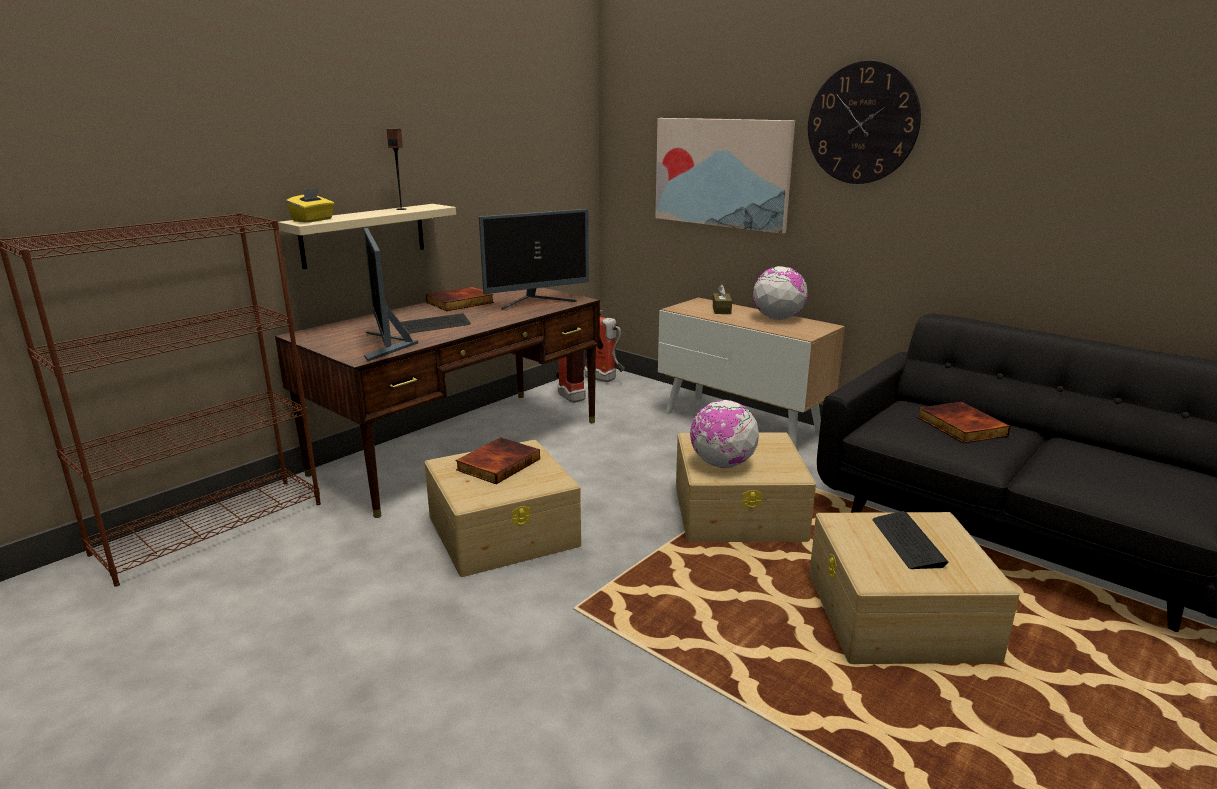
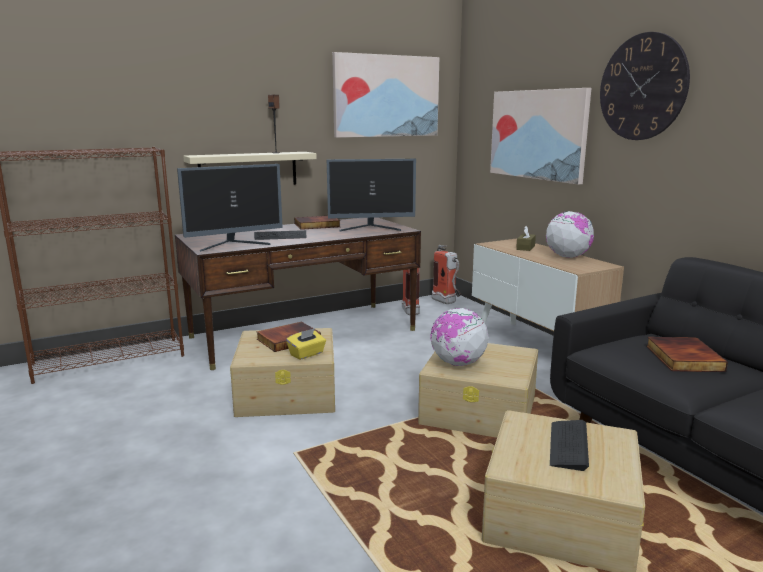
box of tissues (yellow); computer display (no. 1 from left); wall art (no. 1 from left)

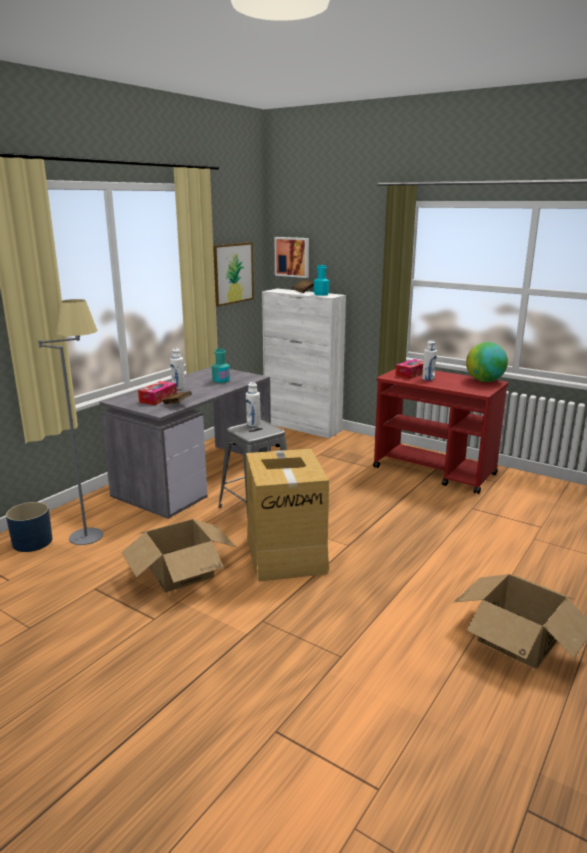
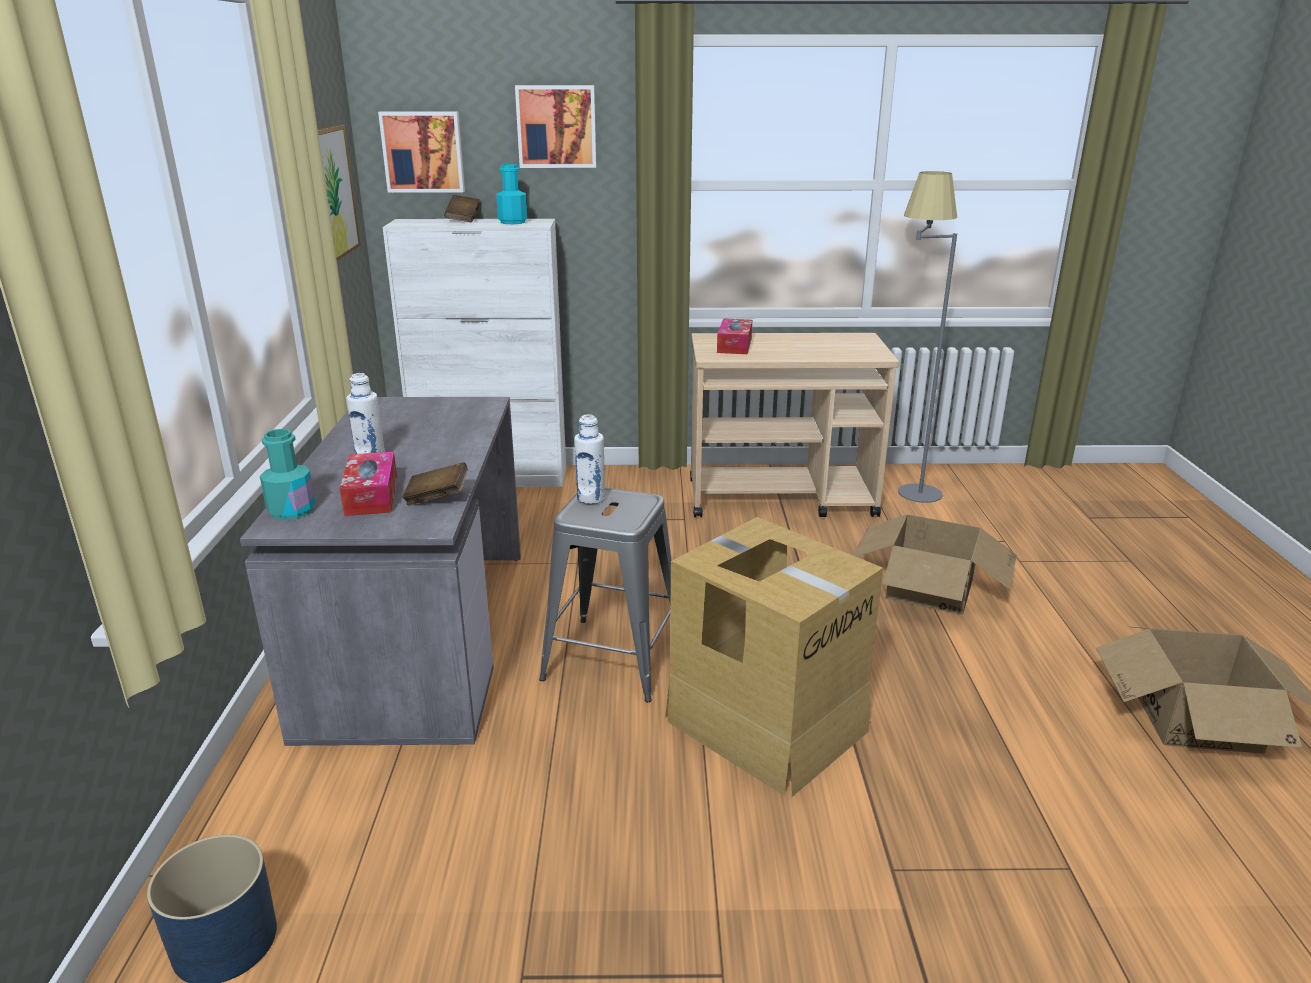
standing lamp (grey); bottle (whitish) (no. 3 from left in the first image); world globe; bottle (turquoise) (no. 1 from left); wheeled cart (beige-coloured); cardboard box (no. 2 from left); wall art (no. 3 from left)

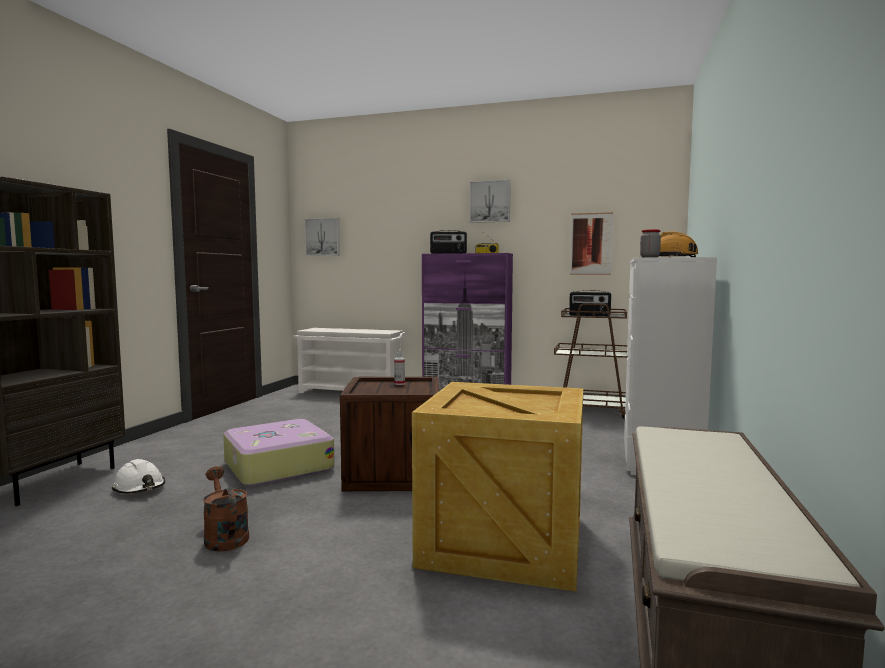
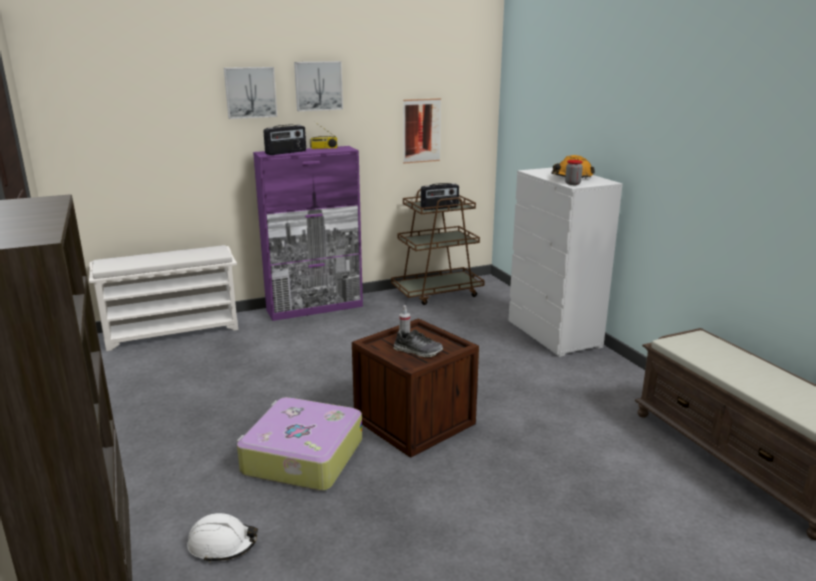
wall art (no. 1 from left); packing crate (no. 2 from left in the first image); sprinkling can (brown); item of footwear

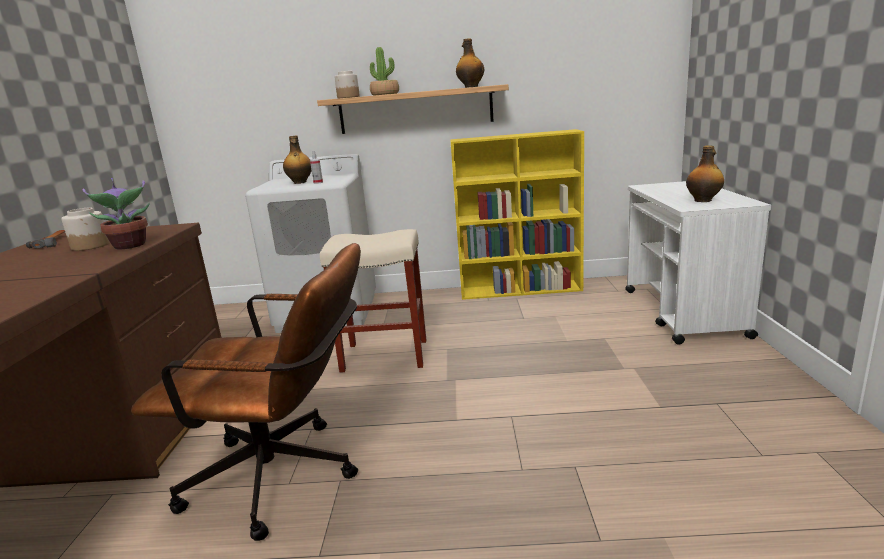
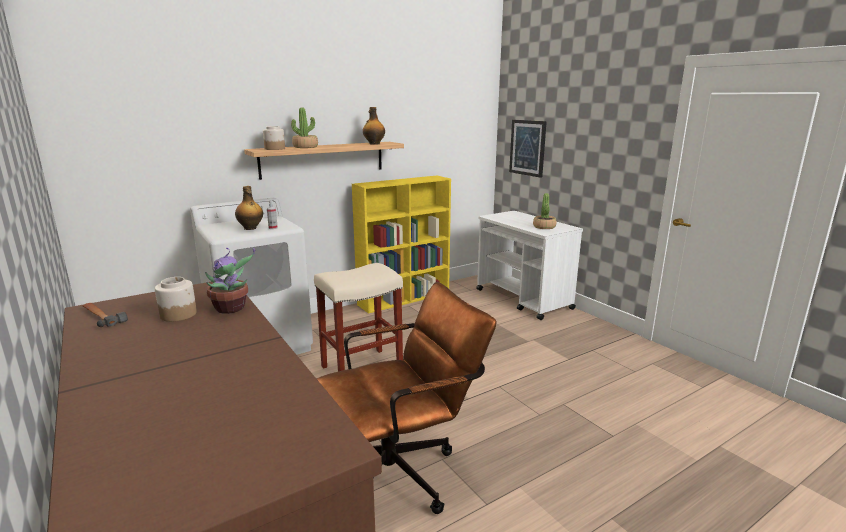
plant in a pot (no. 3 from left); wall art

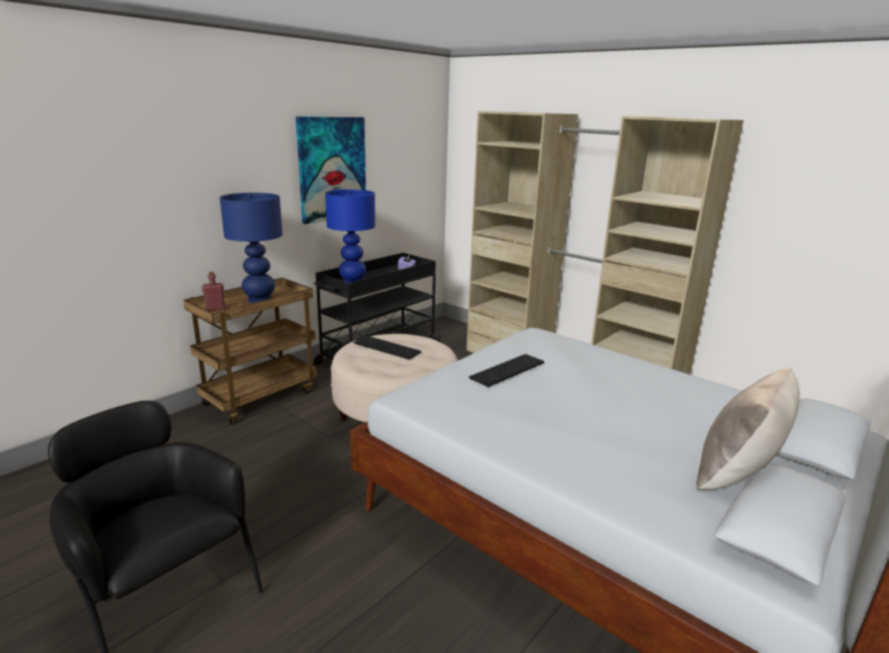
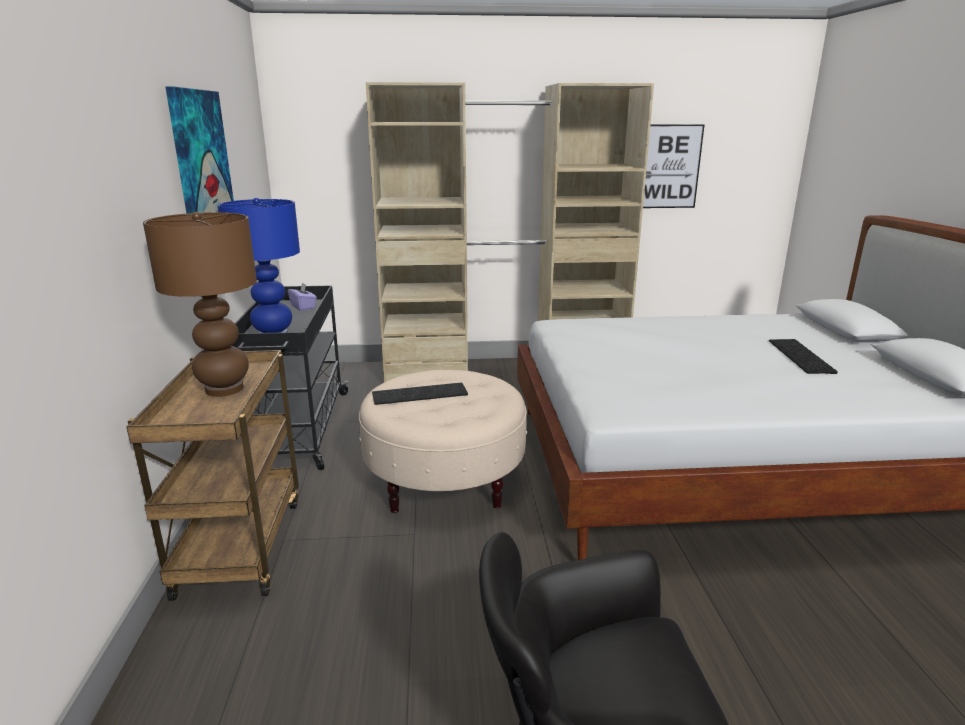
lamp for a table (brown); bottle (red); keyboard (no. 2 from left); throw pillow (beige-coloured); wall art (no. 2 from left)

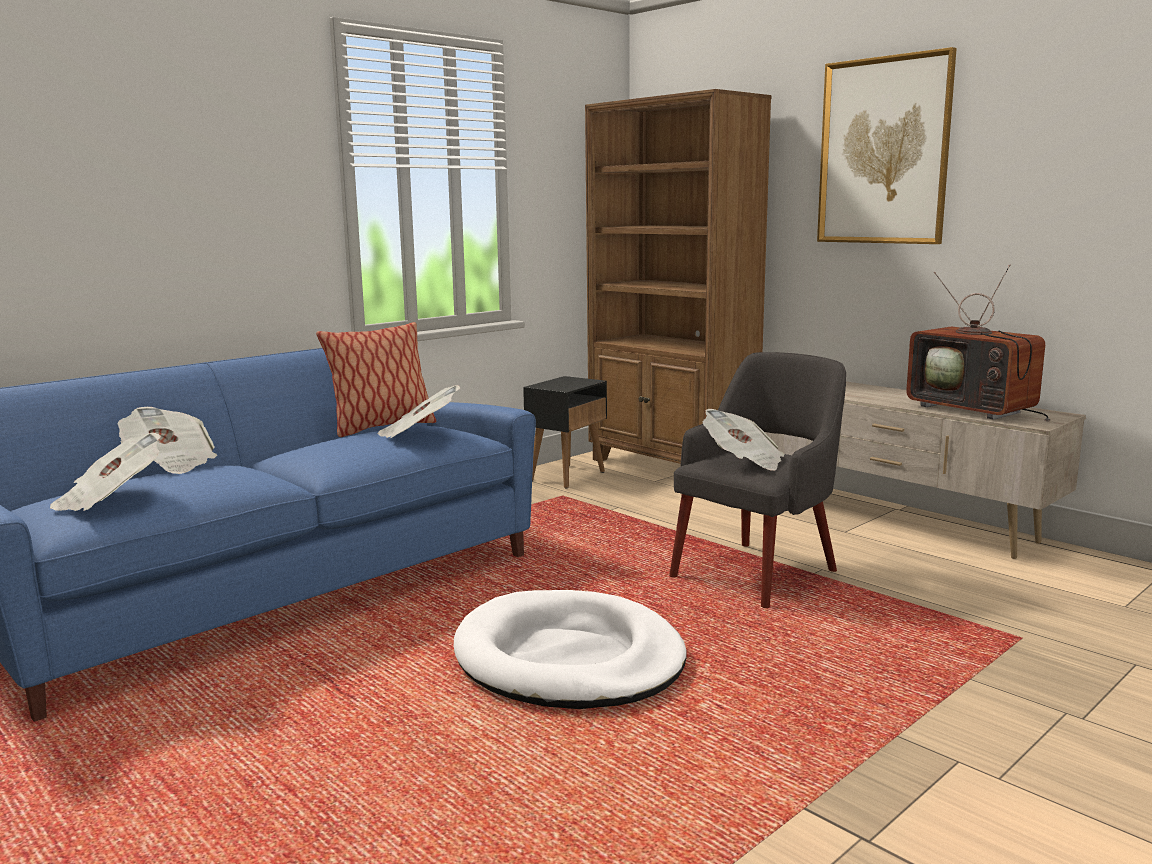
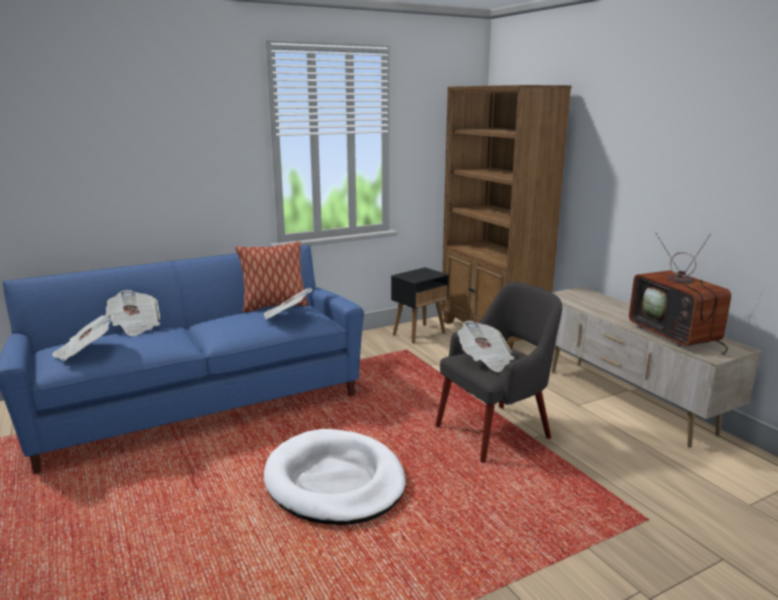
wall art

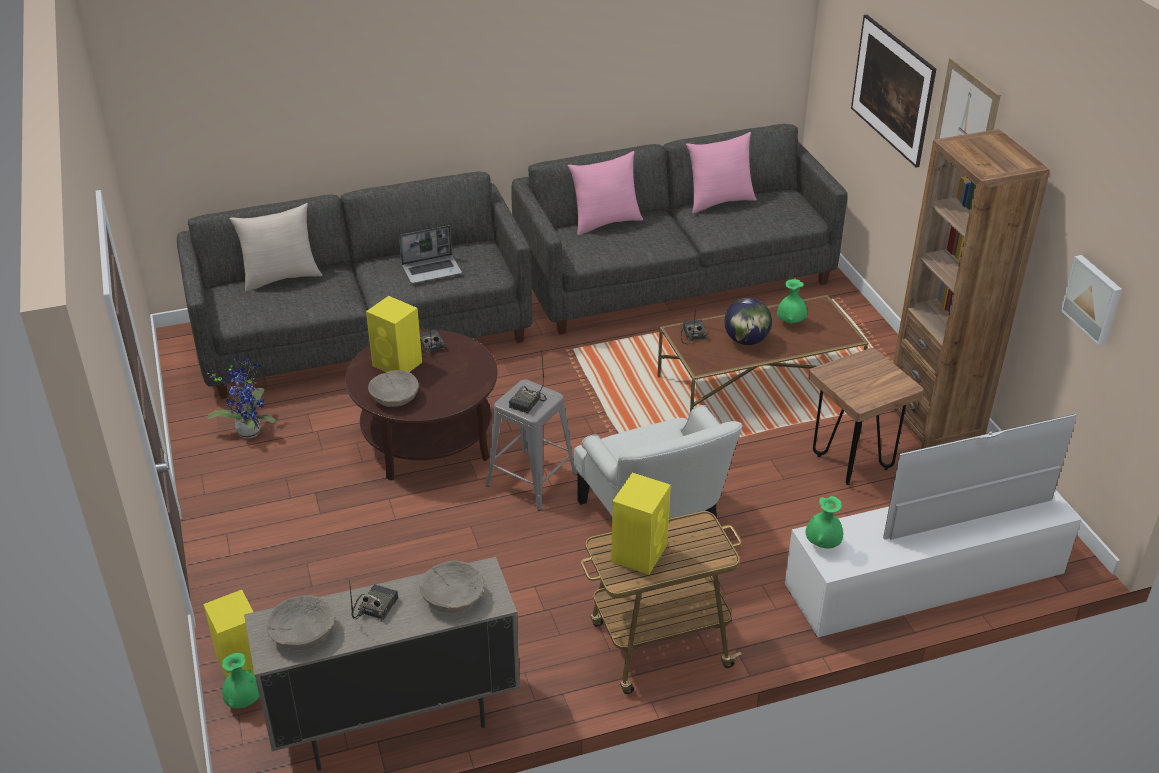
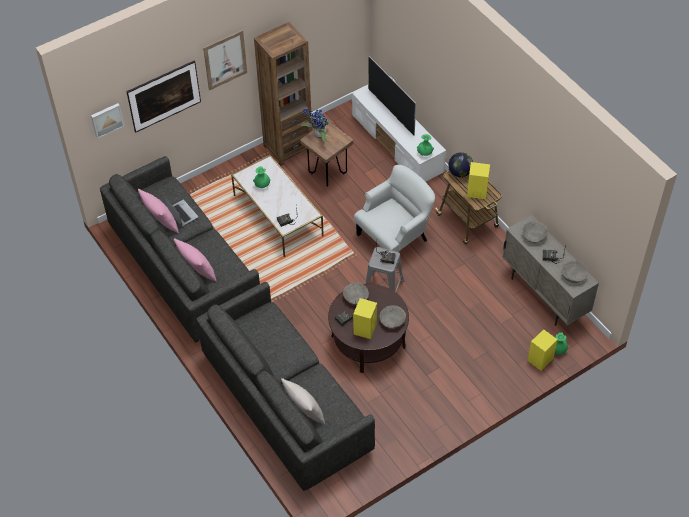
laptop; wall art (no. 1 from left); lounge table (whitish); world globe; plant in a pot; bowl (beige-coloured) (no. 1 from left)

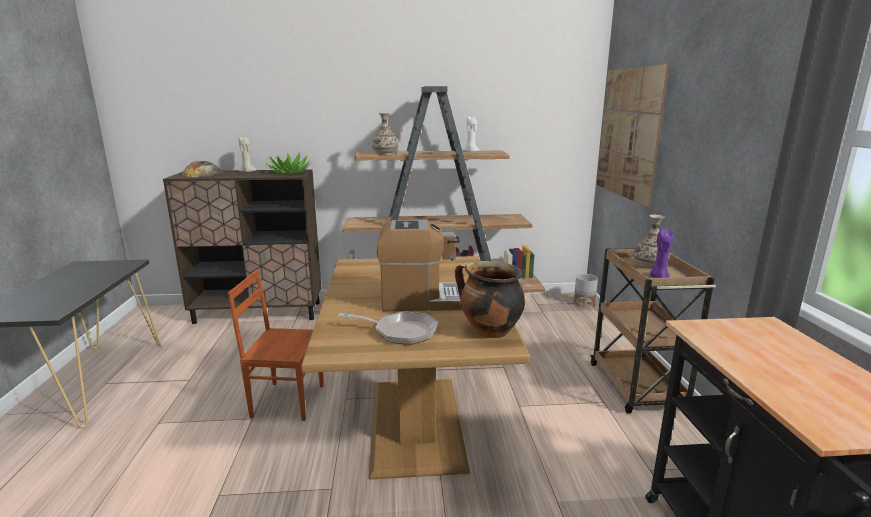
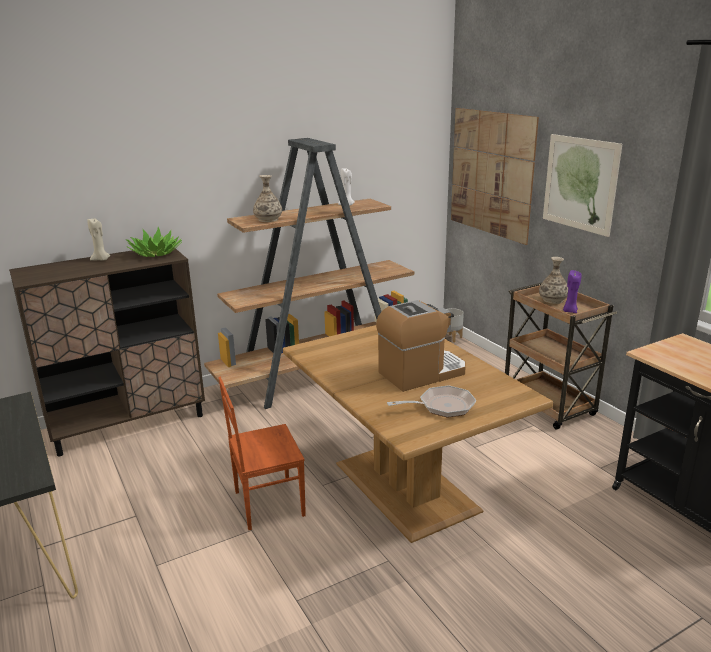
bread; cooking pot; wall art (no. 2 from left)

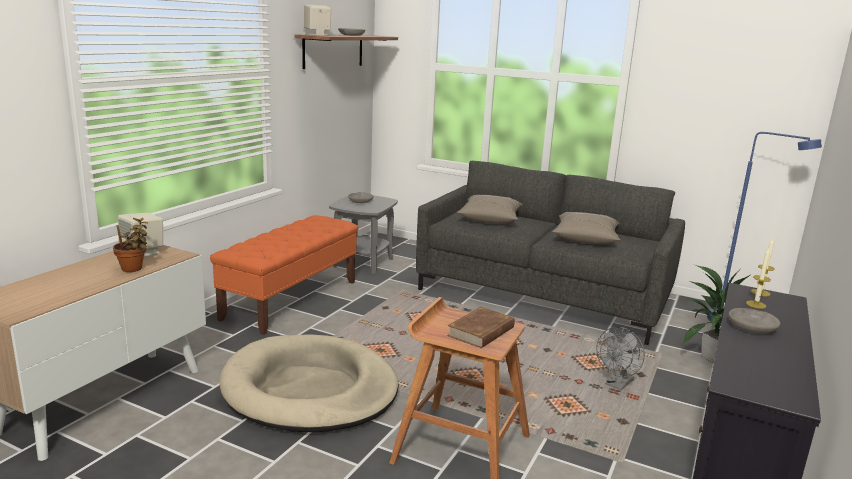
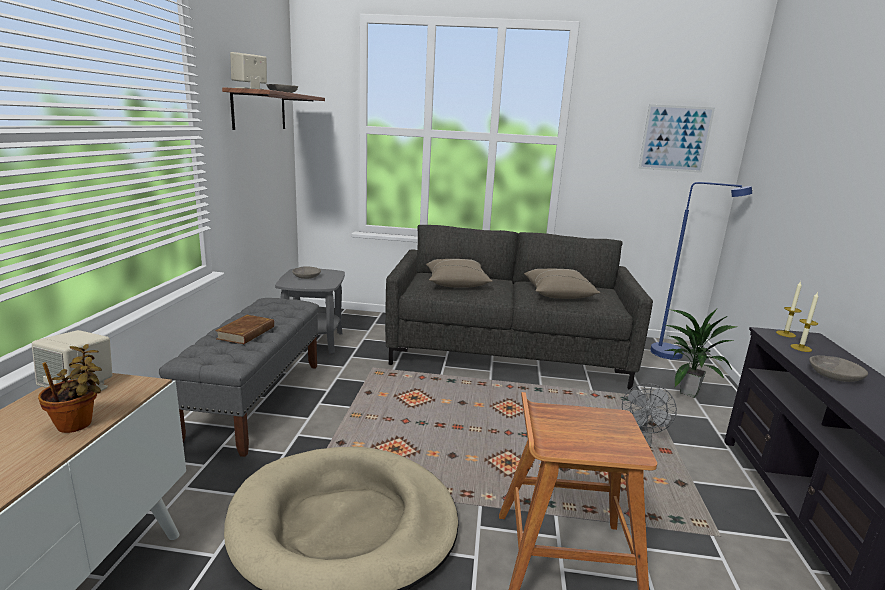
bench (grey); bound book (brown); wall art

